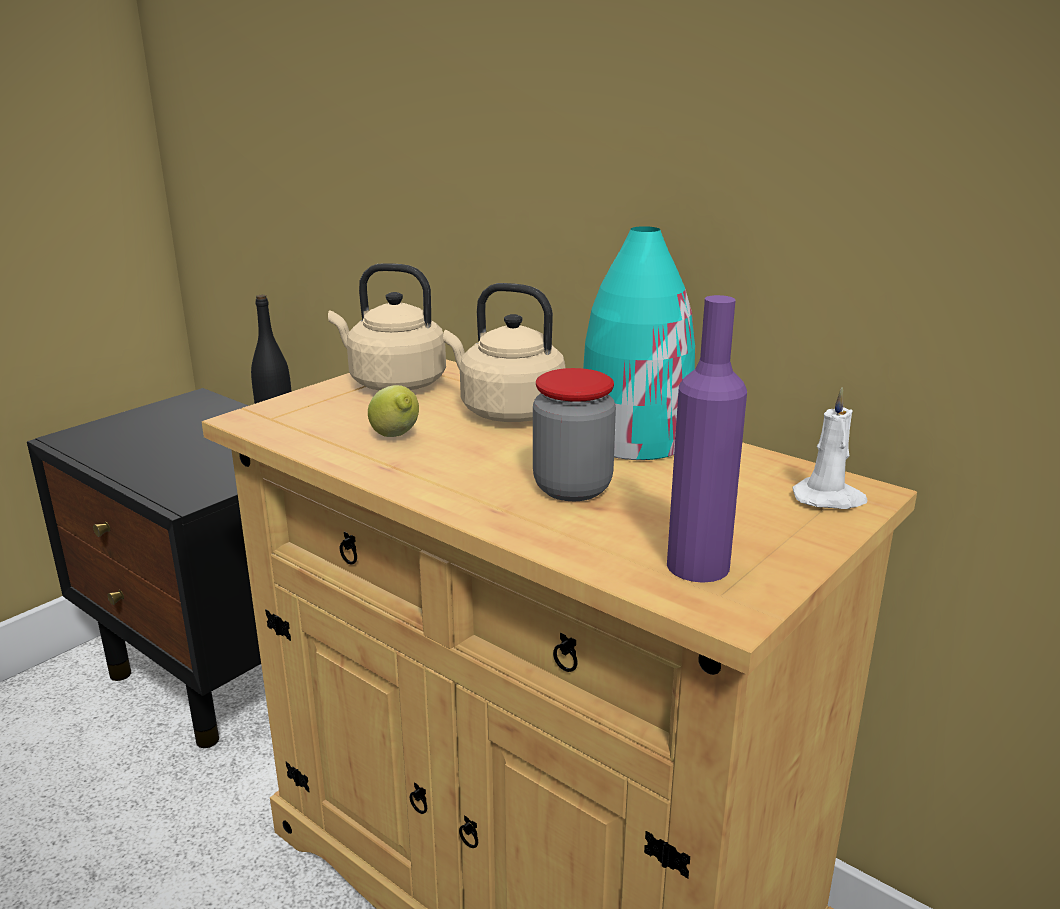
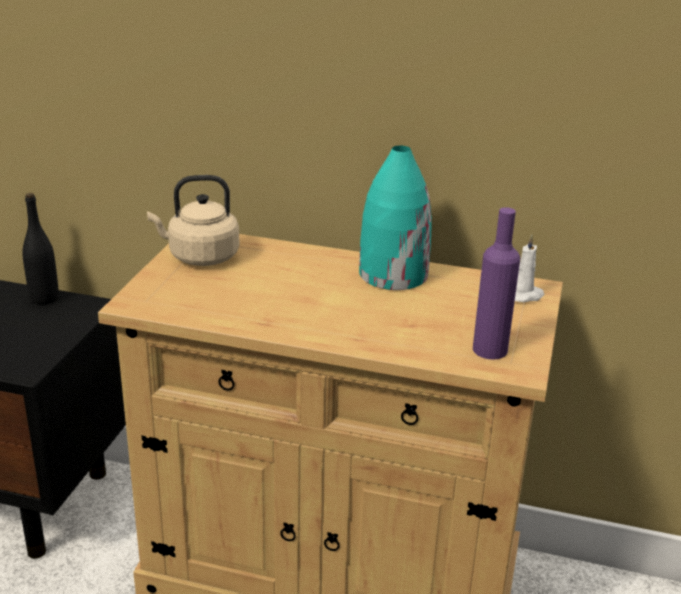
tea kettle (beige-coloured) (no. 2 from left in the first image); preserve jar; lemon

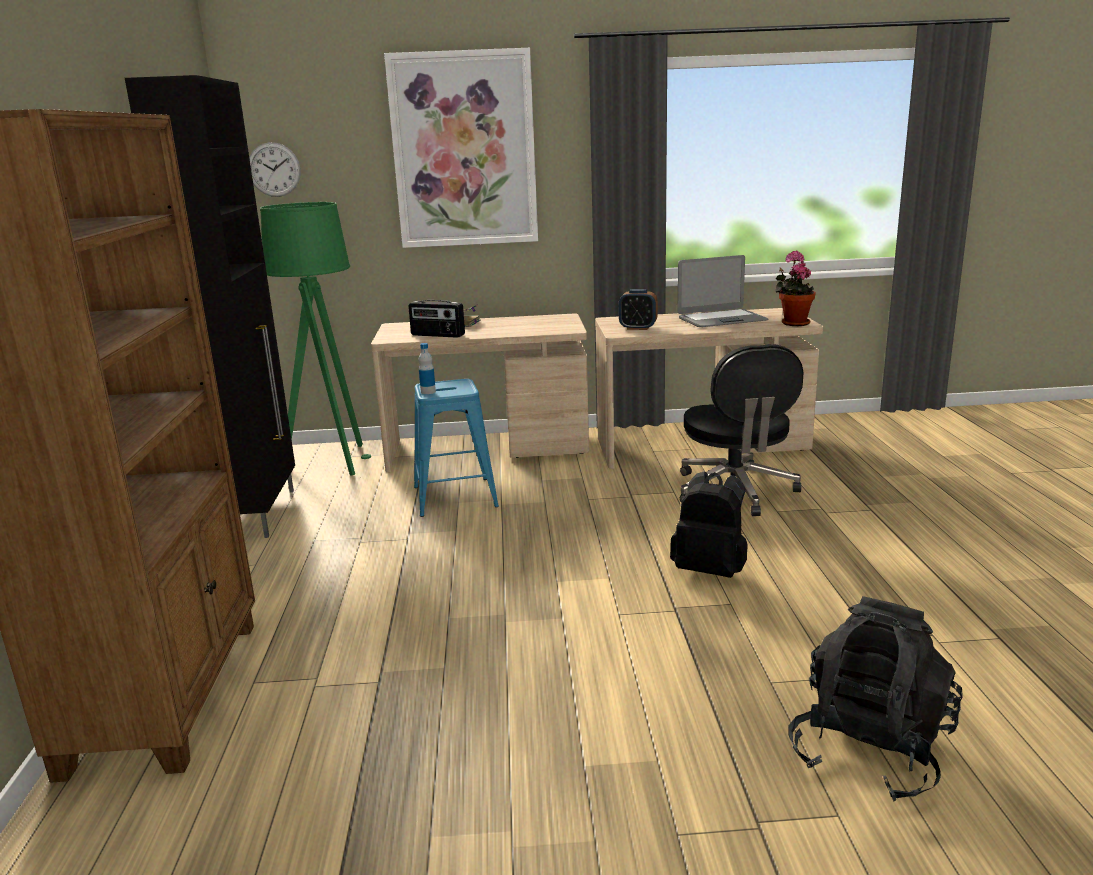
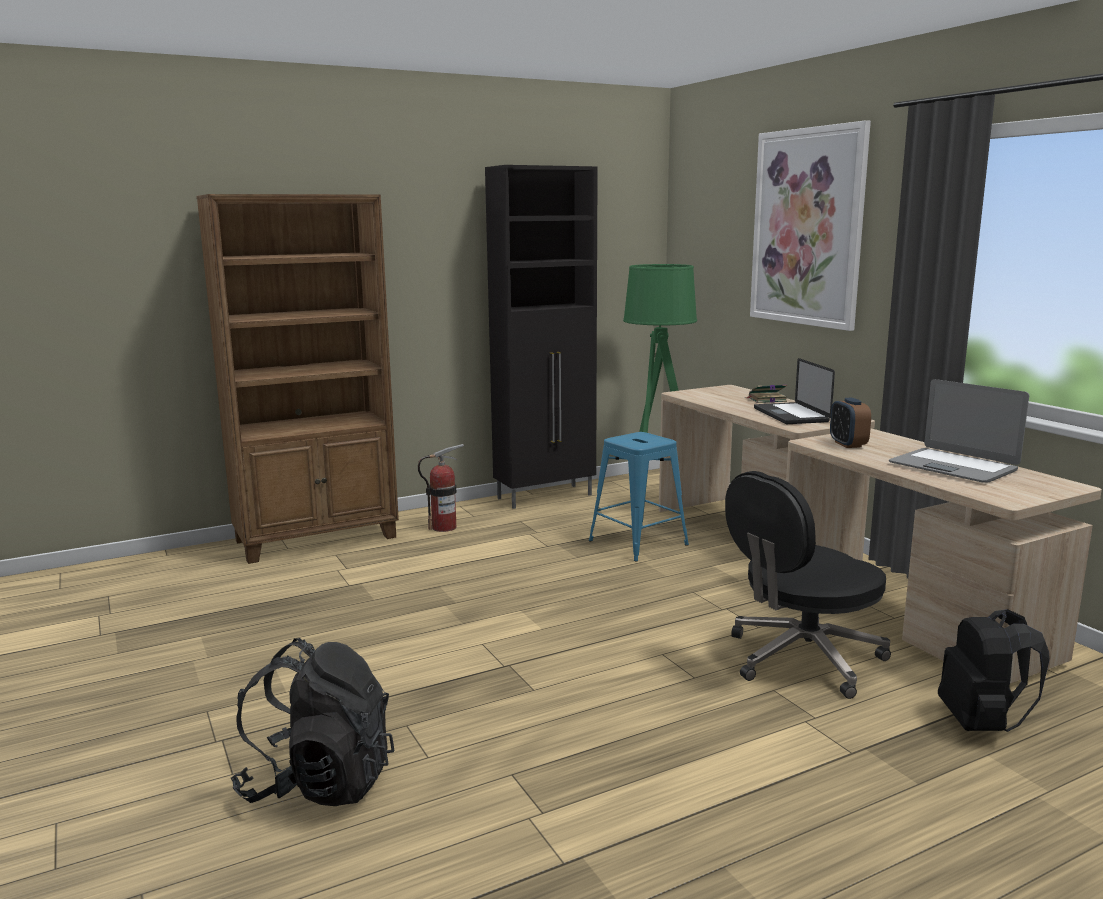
hanging clock; plant in a pot; radio receiver; bottle; rucksack (black) (no. 2 from left); laptop (no. 1 from left); fire-fighting cylinder

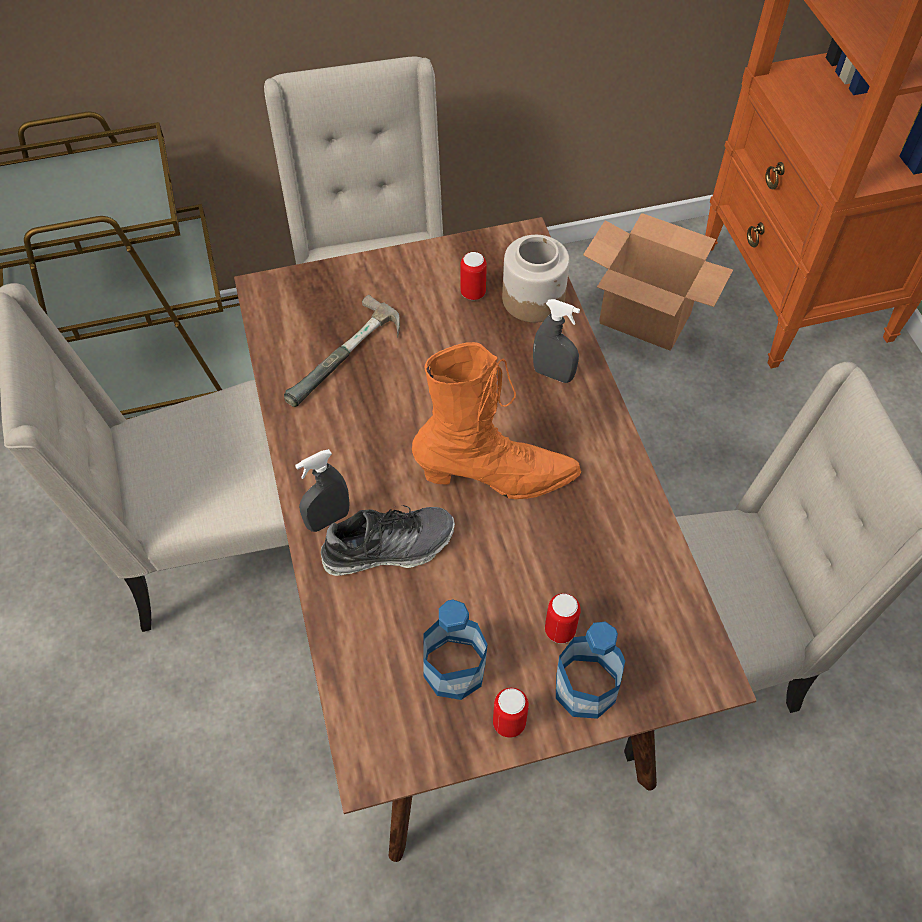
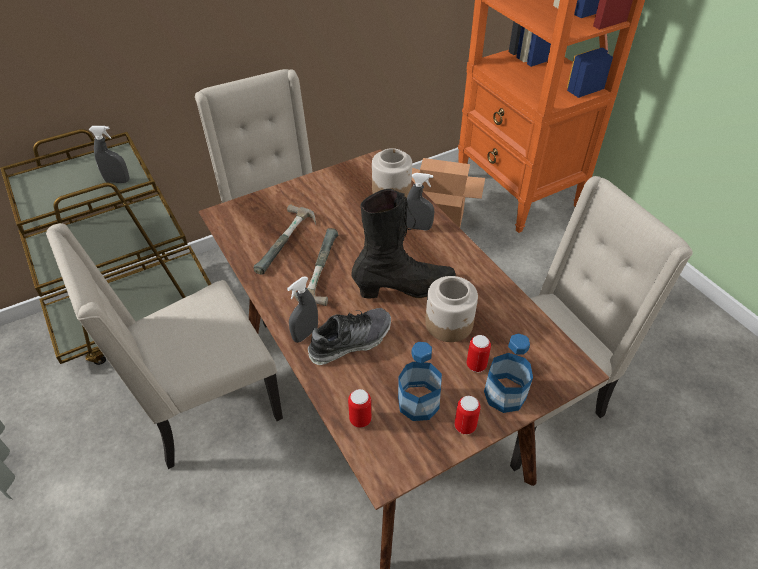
can (no. 1 from left); boot (black); sprayer (grey) (no. 1 from left); tool hammer (no. 2 from left); preserve jar (no. 2 from left)

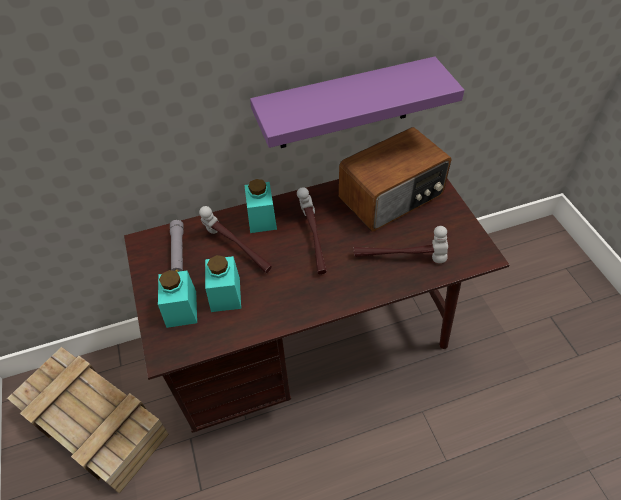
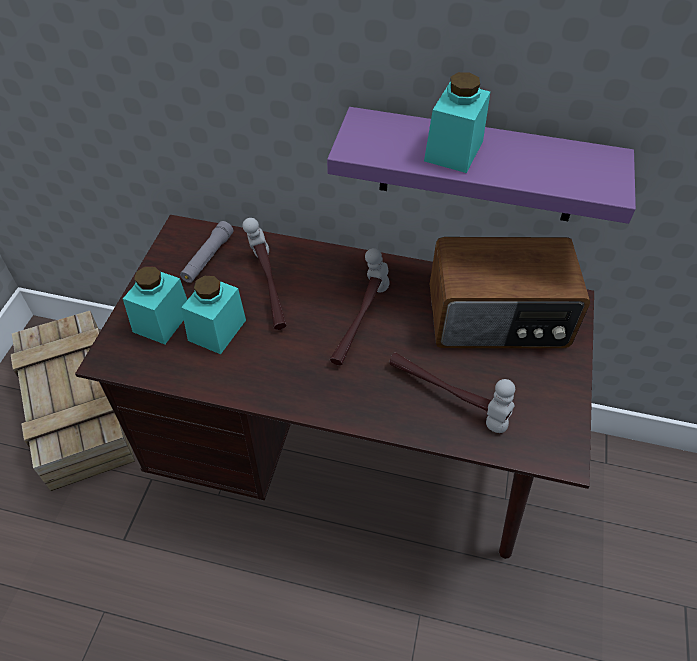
preserve jar (turquoise) (no. 3 from left)

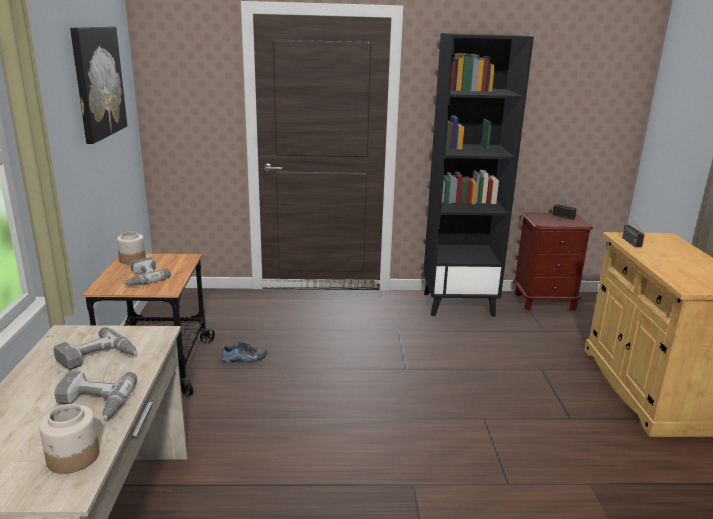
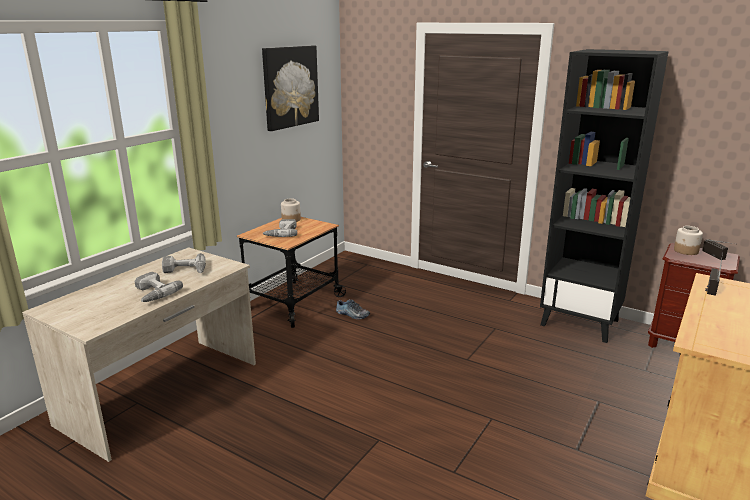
preserve jar (no. 2 from left)

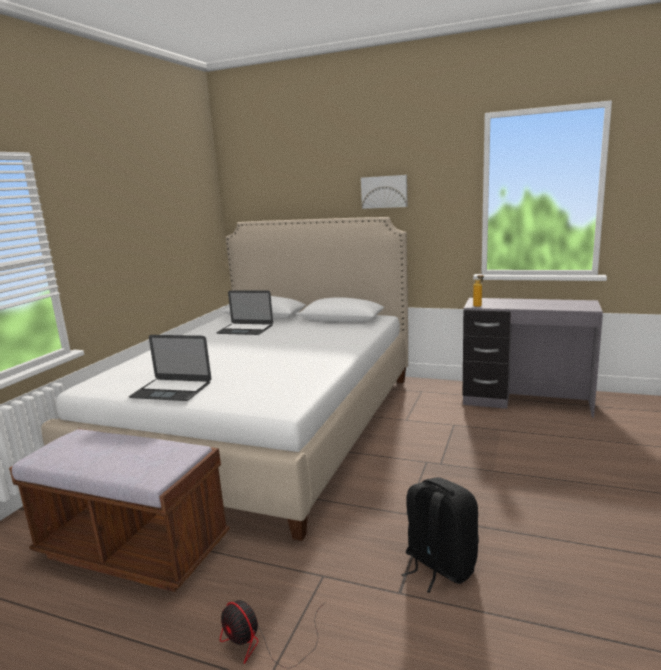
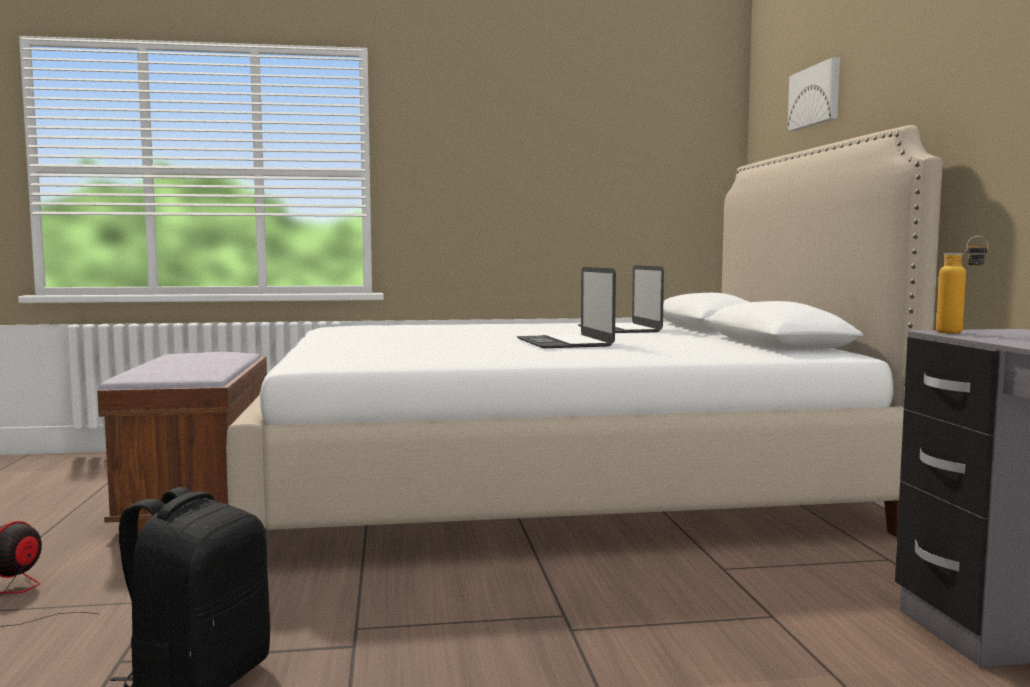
wall art; laptop (no. 1 from left)

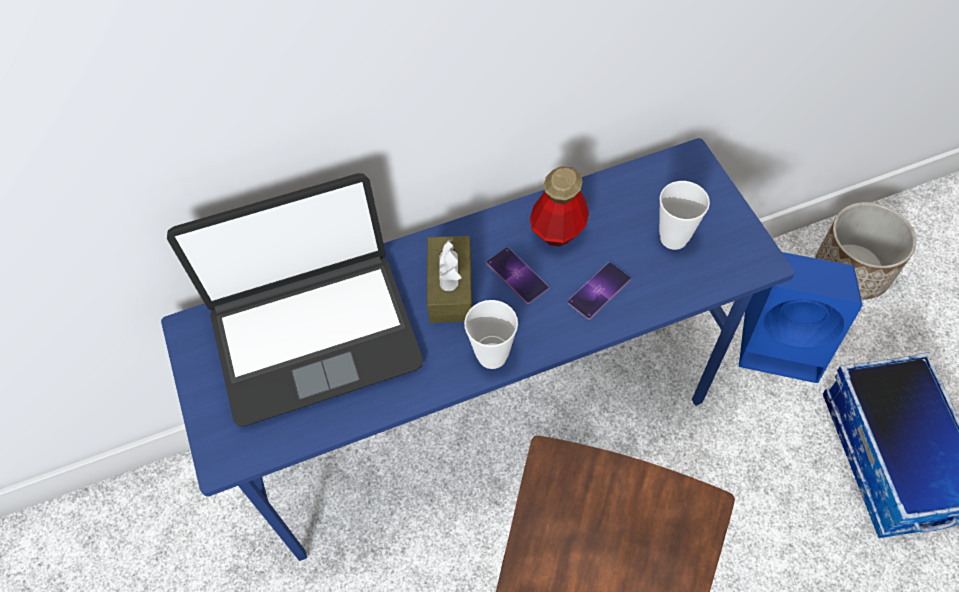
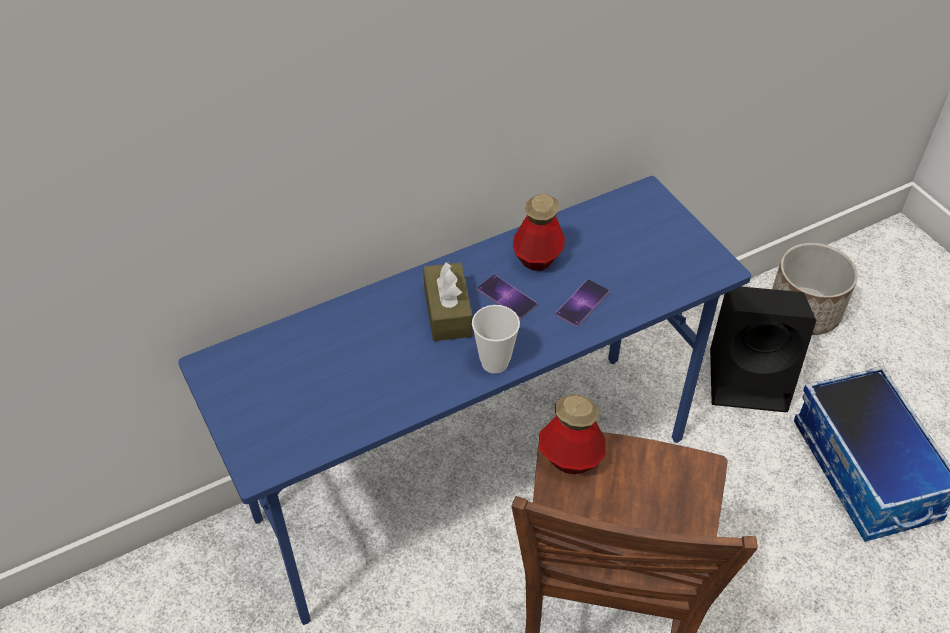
laptop; small cup (no. 2 from left in the first image); loudspeaker (black); bottle (no. 2 from left)

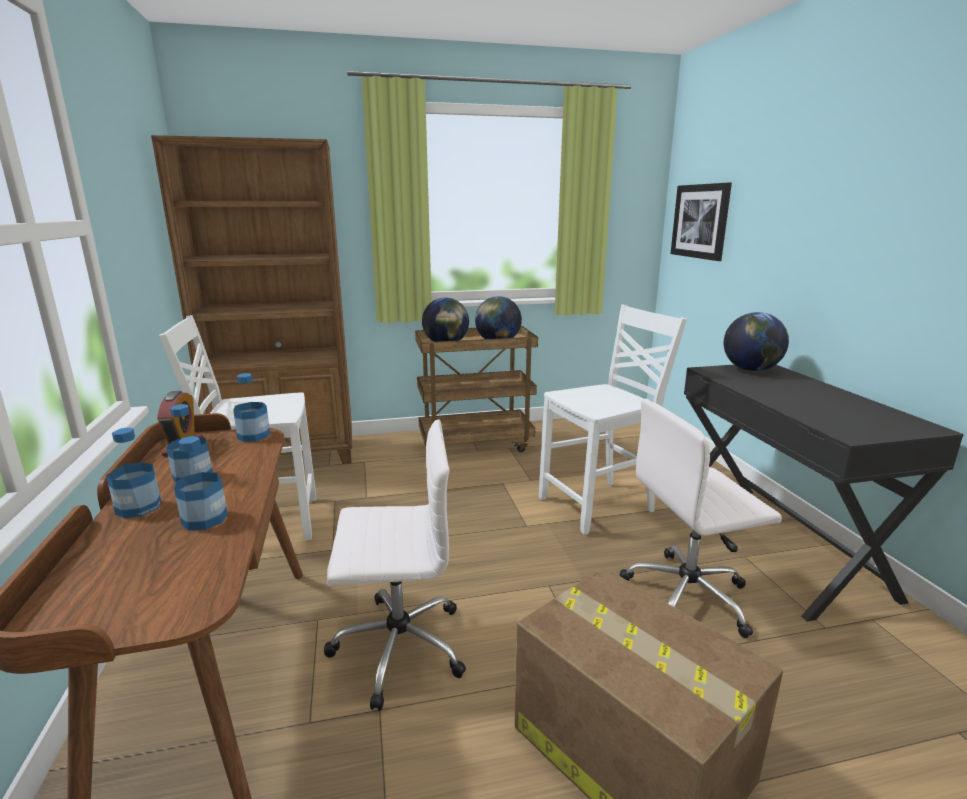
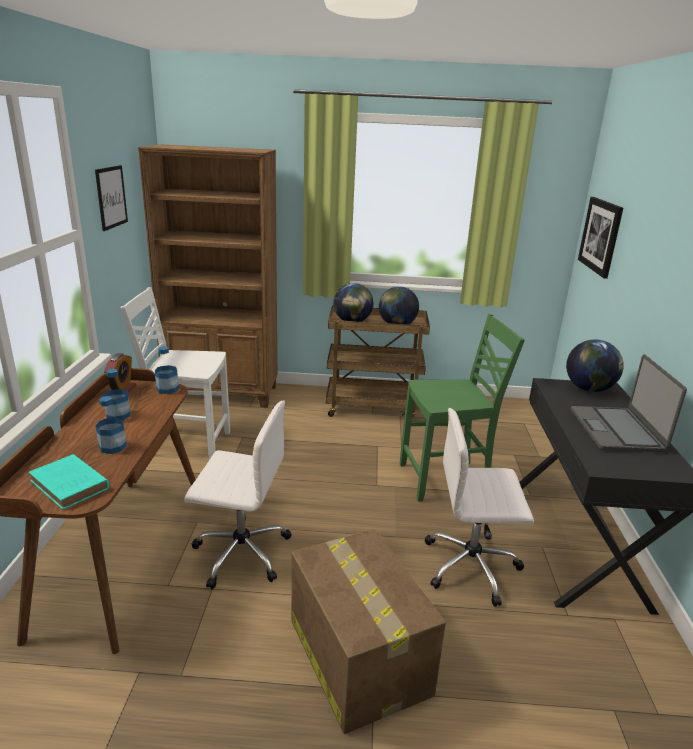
plain chair (greenish); bottle (no. 1 from left in the first image); wall art (no. 1 from left); laptop; bound book (turquoise)

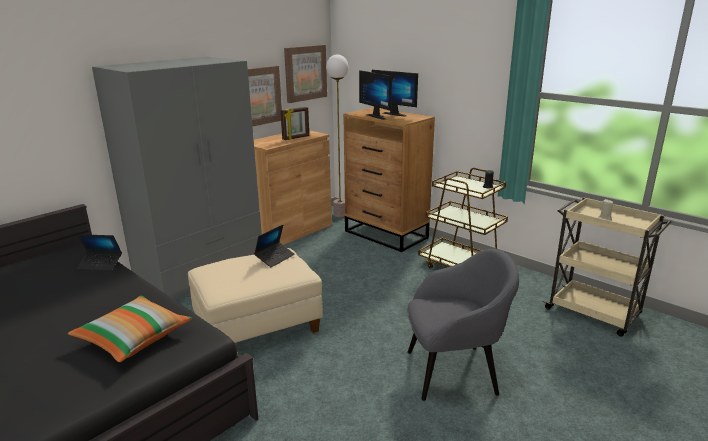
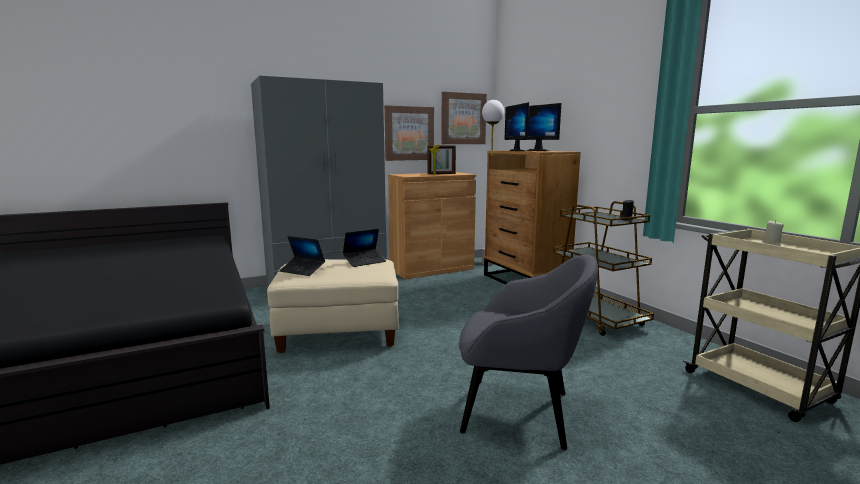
laptop (no. 1 from left); throw pillow

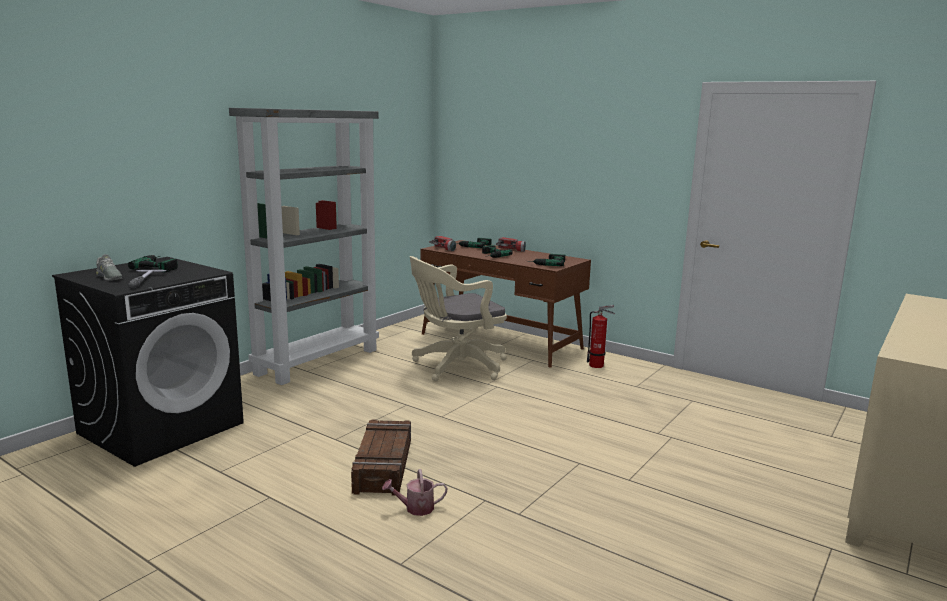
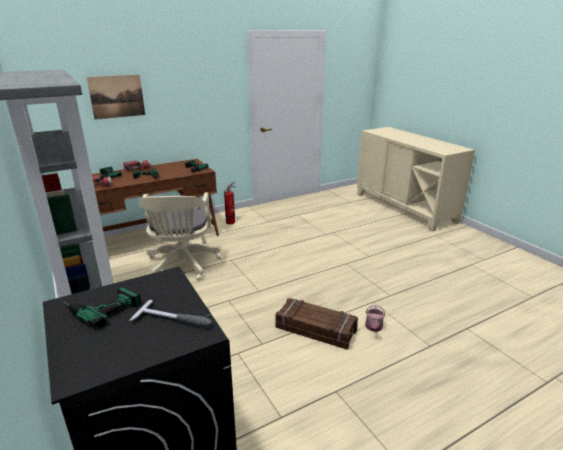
item of footwear (grey); wall art

